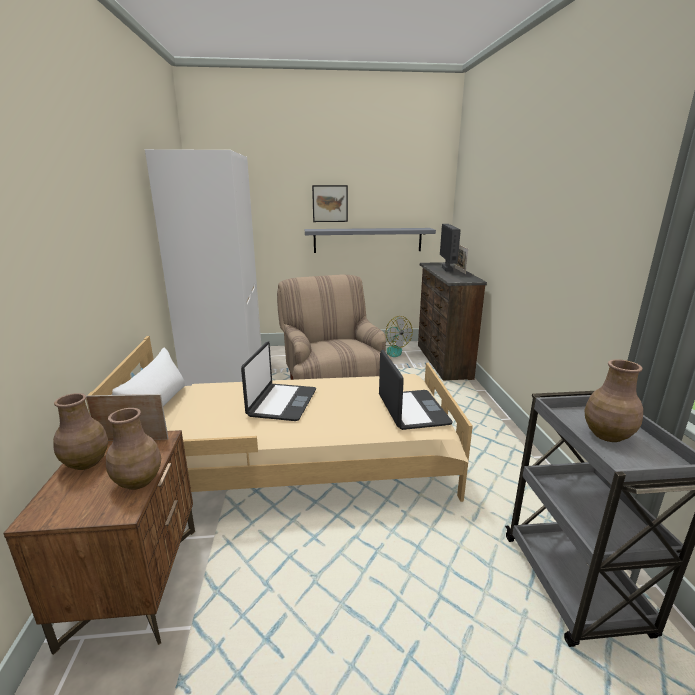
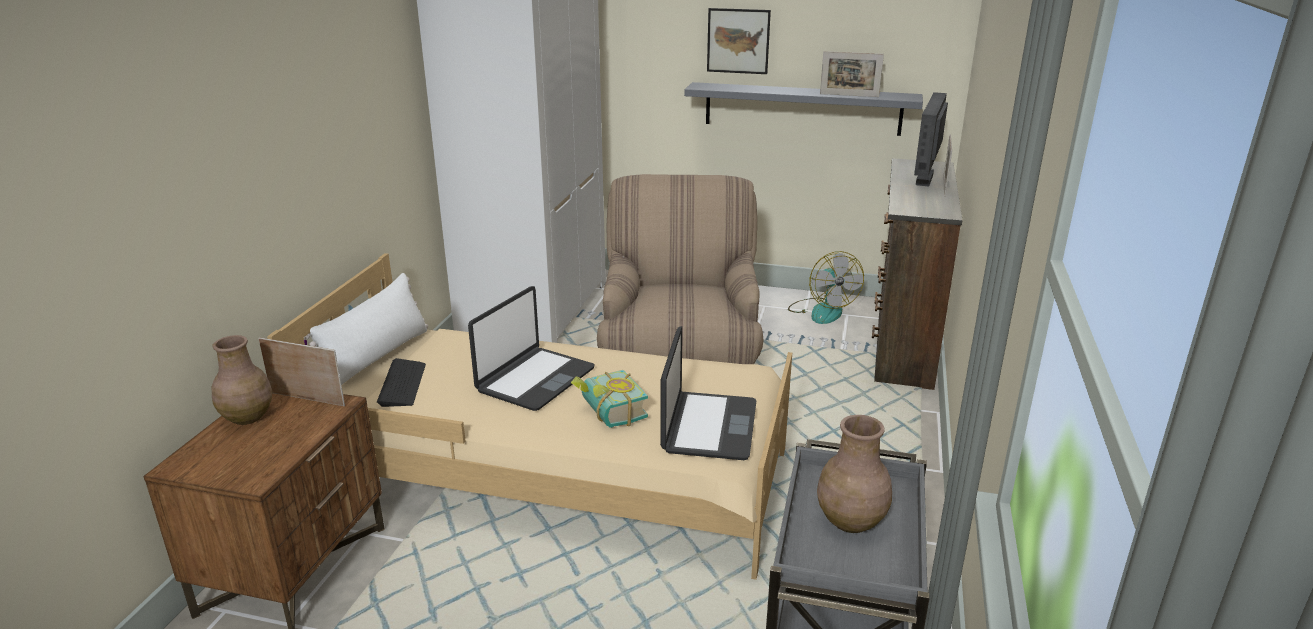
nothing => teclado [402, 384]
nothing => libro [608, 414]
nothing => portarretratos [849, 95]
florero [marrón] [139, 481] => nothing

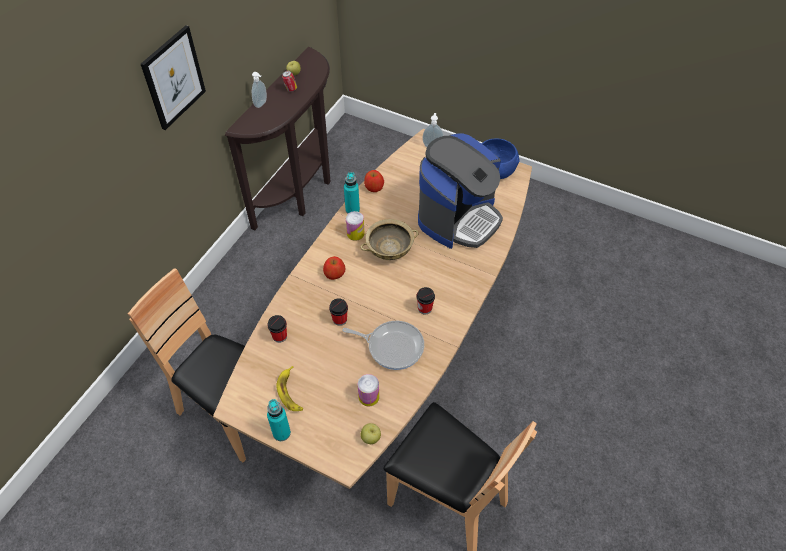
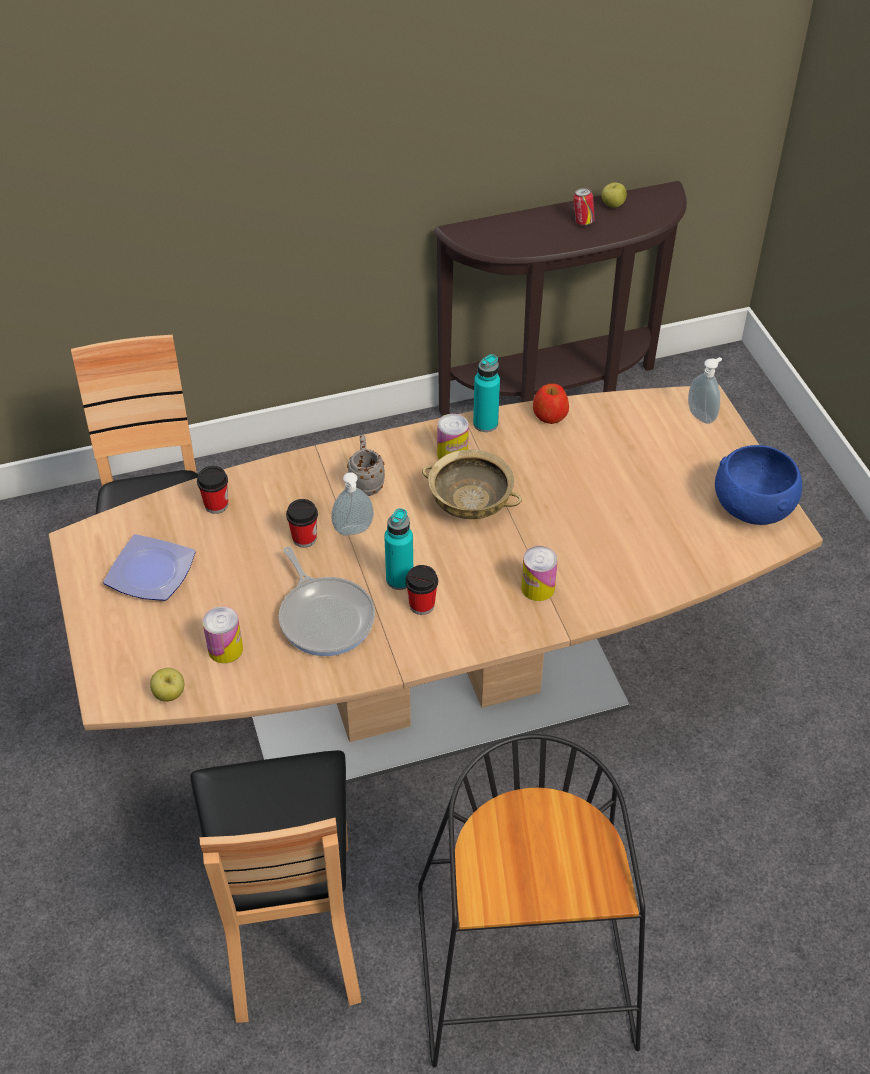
plátano [291, 392] => plato [151, 574]
dispensador de jabón [261, 104] => dispensador de jabón [354, 532], shifted
manzana [334, 273] => taza grande [gris] [366, 482]
botella [turquesa] [281, 433] => botella [turquesa] [399, 579], shifted
nothing => taburete [negro] [527, 975]
nothing => lata [538, 588]
cuadro [173, 78] => nothing
cafetera [458, 218] => nothing

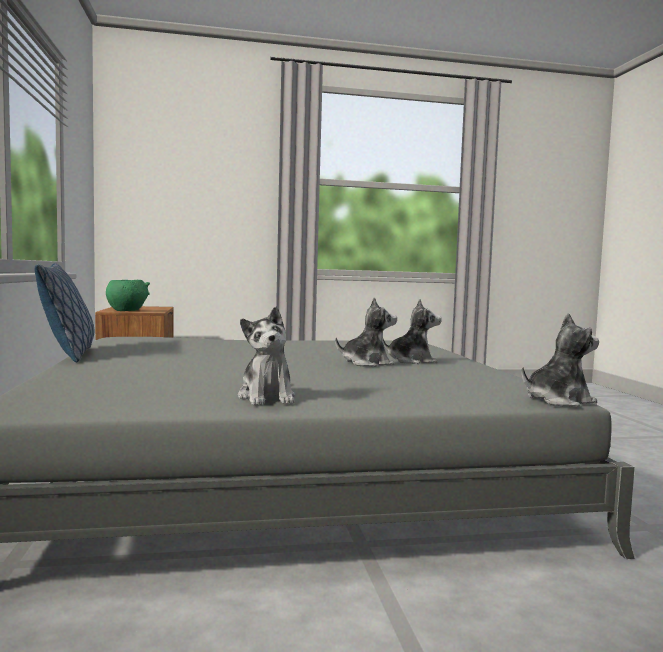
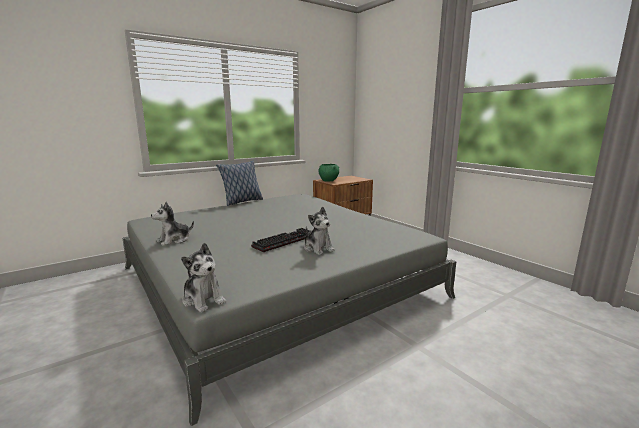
peluche [366, 363] => teclado [284, 240]

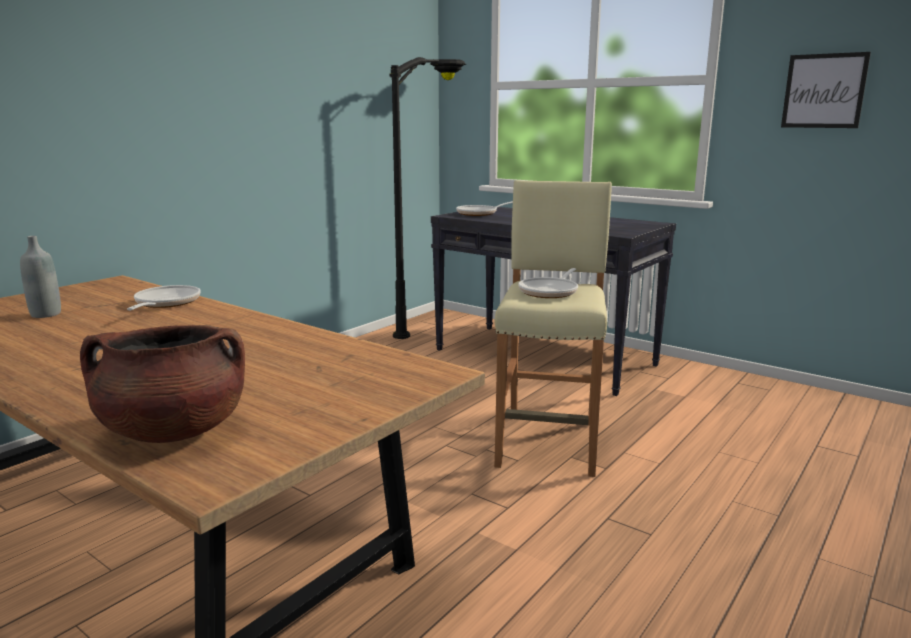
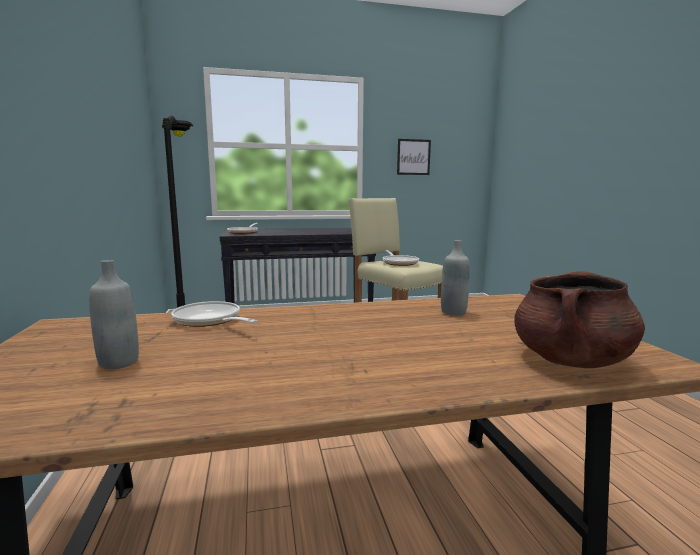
nothing => botella [gris] [453, 312]

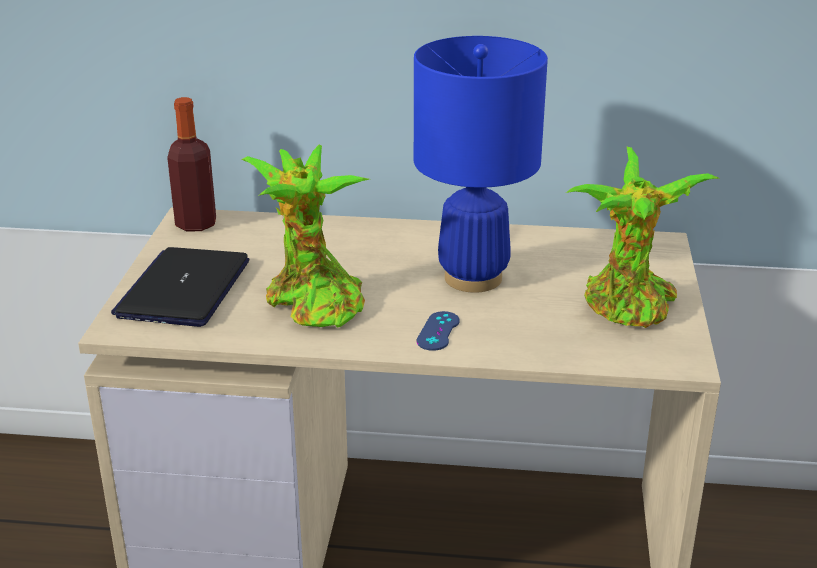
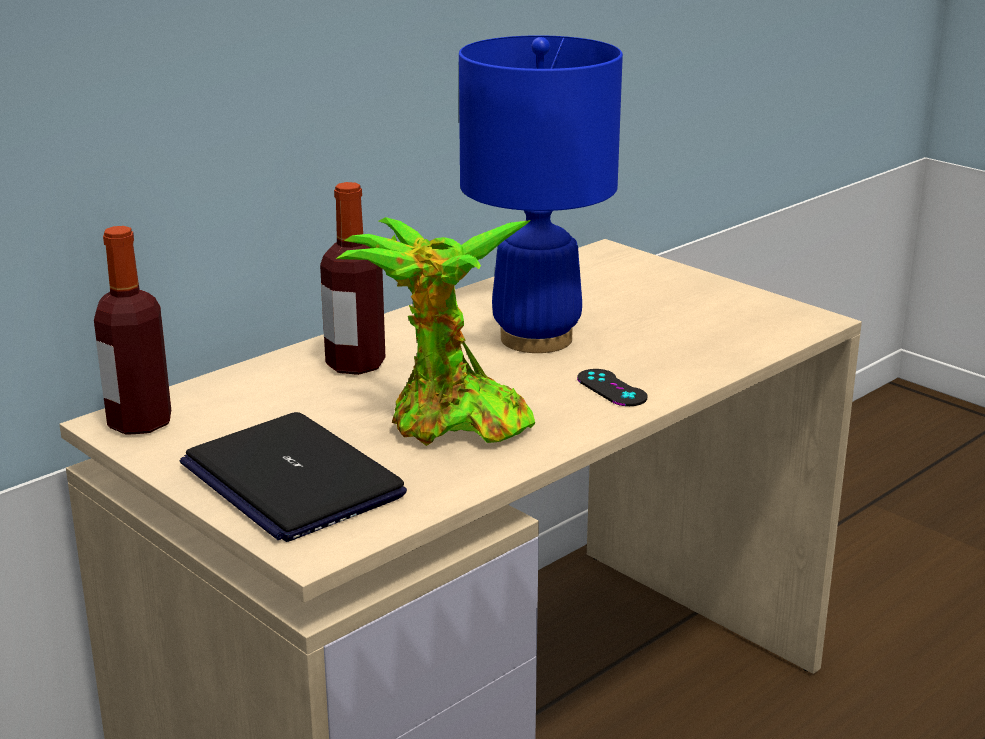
nothing => botella [355, 364]
mando de consola [azul] [438, 331] => mando de consola [negro] [611, 388]
planta en maceta [628, 309] => nothing

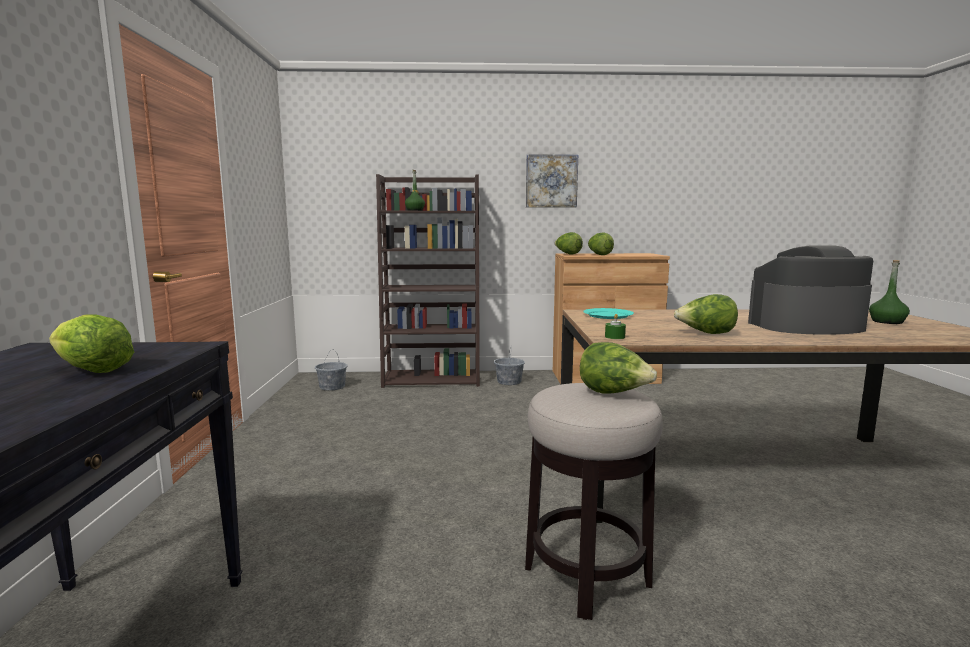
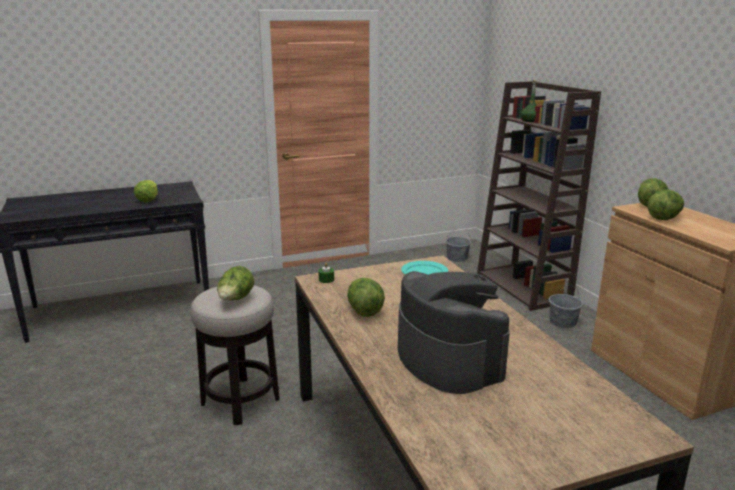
cuadro [551, 181] => nothing
botella [verde] [887, 322] => nothing

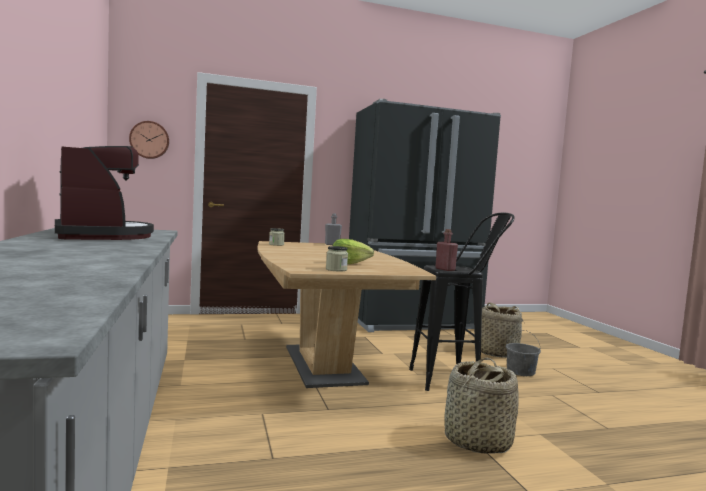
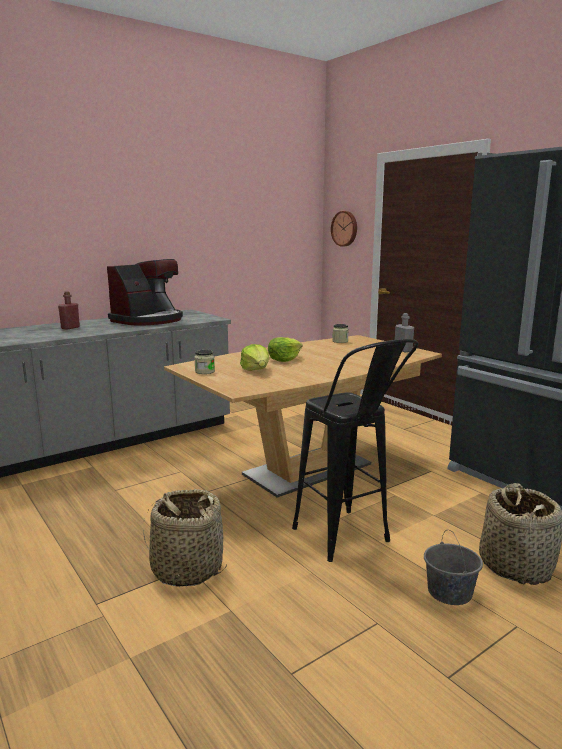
botella [rojo] [445, 269] => botella [rojo] [70, 328], shifted
nothing => lechuga [284, 359]

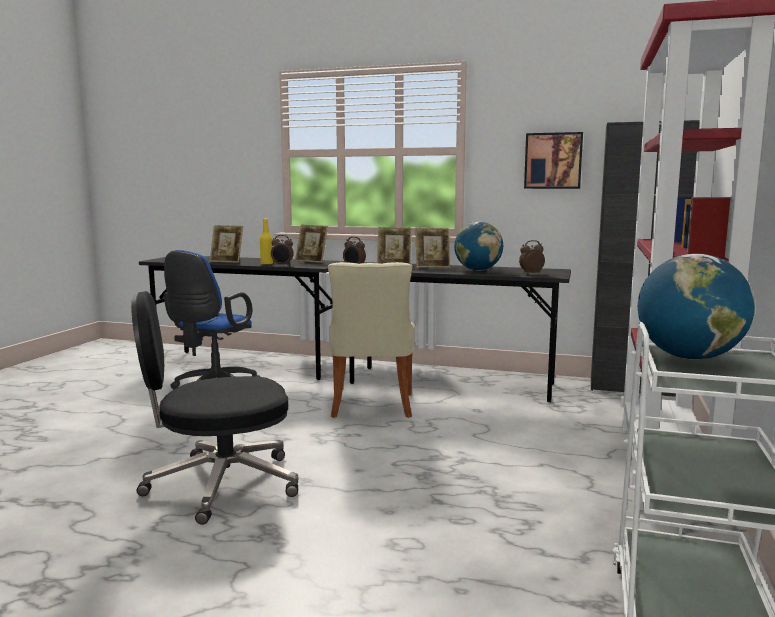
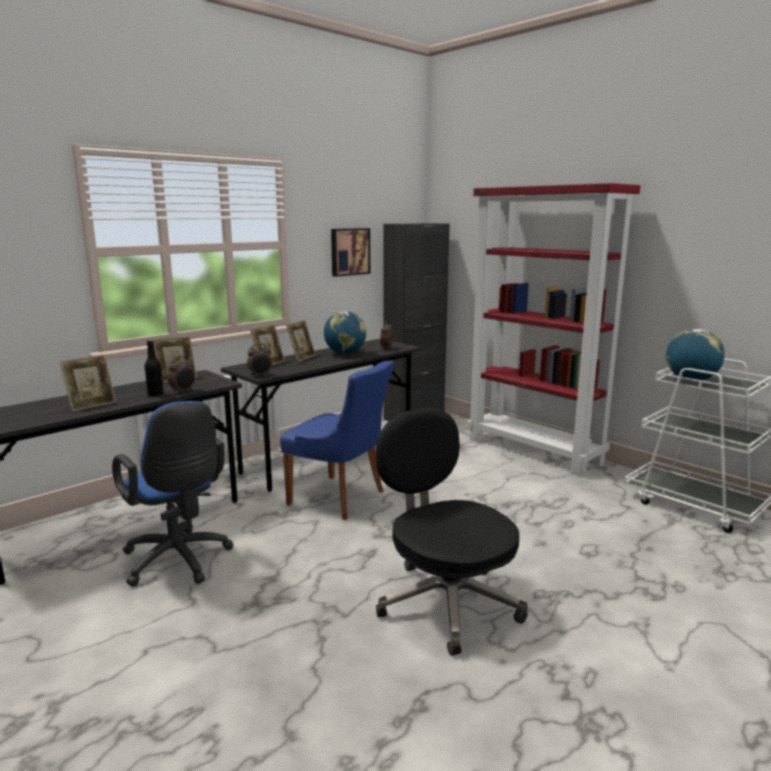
botella [amarillo] [267, 264] => botella [negro] [155, 394]
silla [beis] [371, 406] => silla [azul] [340, 498]
silla de oficina [negro] [219, 485] => silla de oficina [negro] [446, 601], 135 degrees clockwise

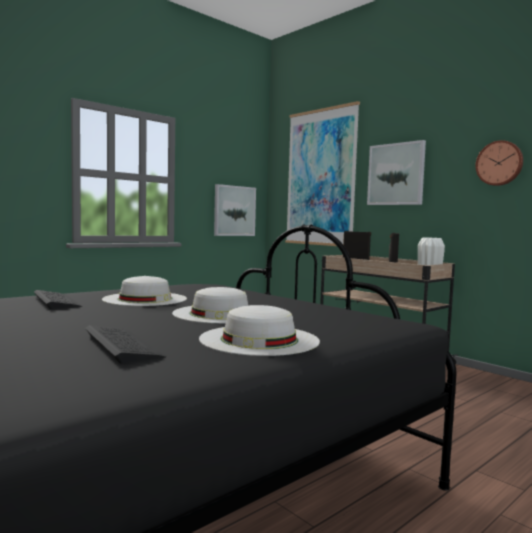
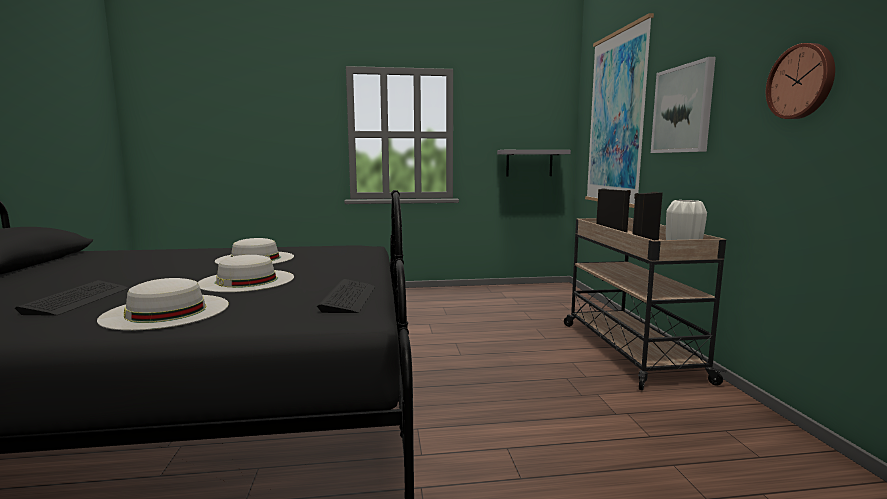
teclado [57, 301] => teclado [348, 298], shifted
cuadro [234, 211] => estante [gris] [529, 163]

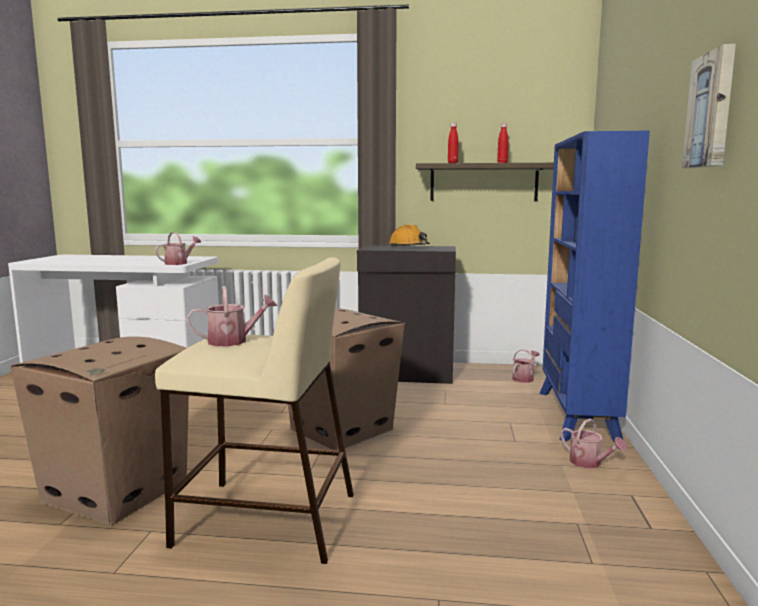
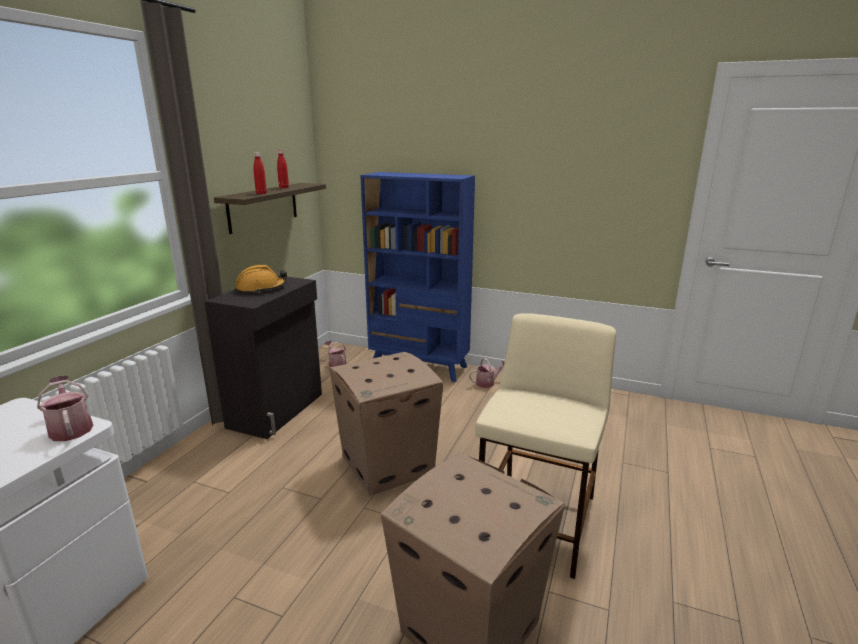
regadera [233, 341] => nothing
cuadro [712, 110] => nothing

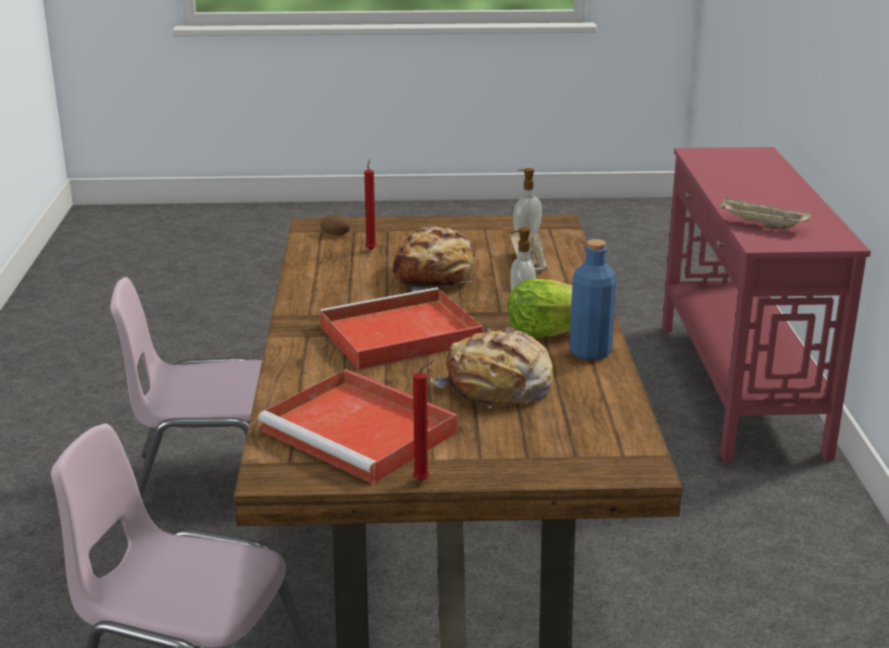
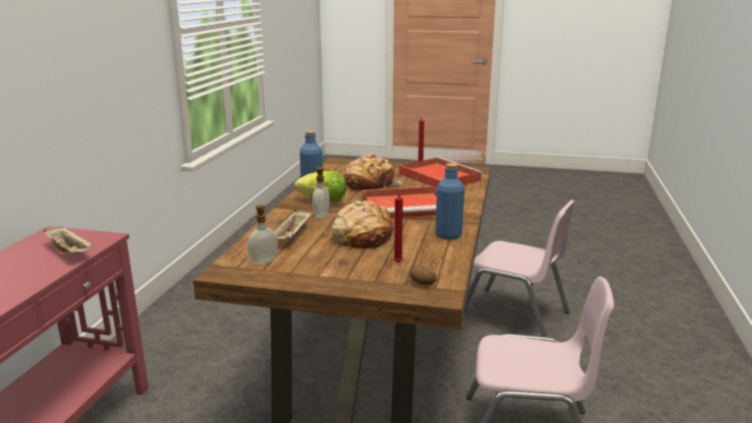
nothing => botella [azul] [448, 235]

